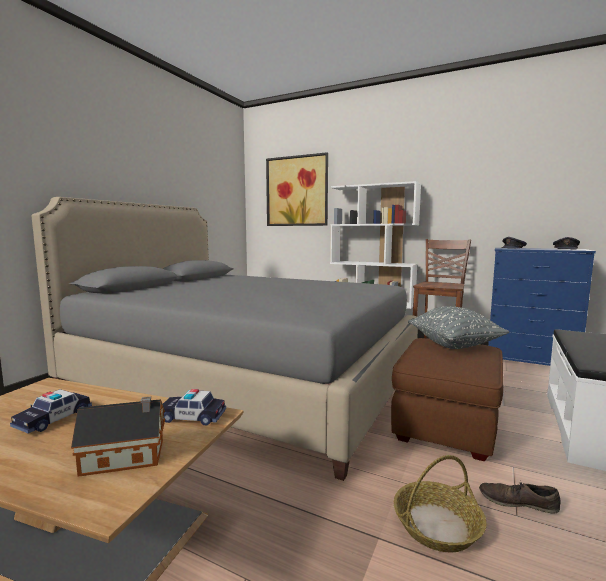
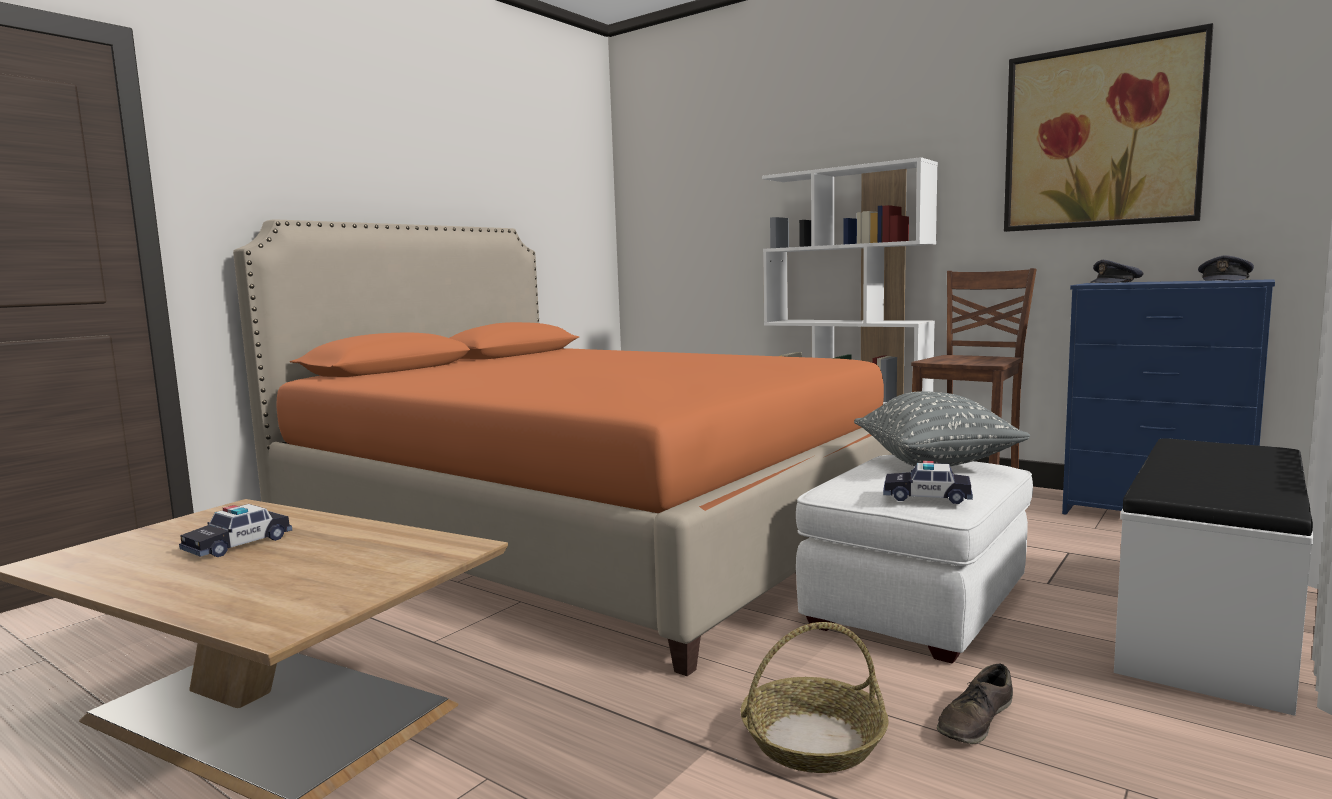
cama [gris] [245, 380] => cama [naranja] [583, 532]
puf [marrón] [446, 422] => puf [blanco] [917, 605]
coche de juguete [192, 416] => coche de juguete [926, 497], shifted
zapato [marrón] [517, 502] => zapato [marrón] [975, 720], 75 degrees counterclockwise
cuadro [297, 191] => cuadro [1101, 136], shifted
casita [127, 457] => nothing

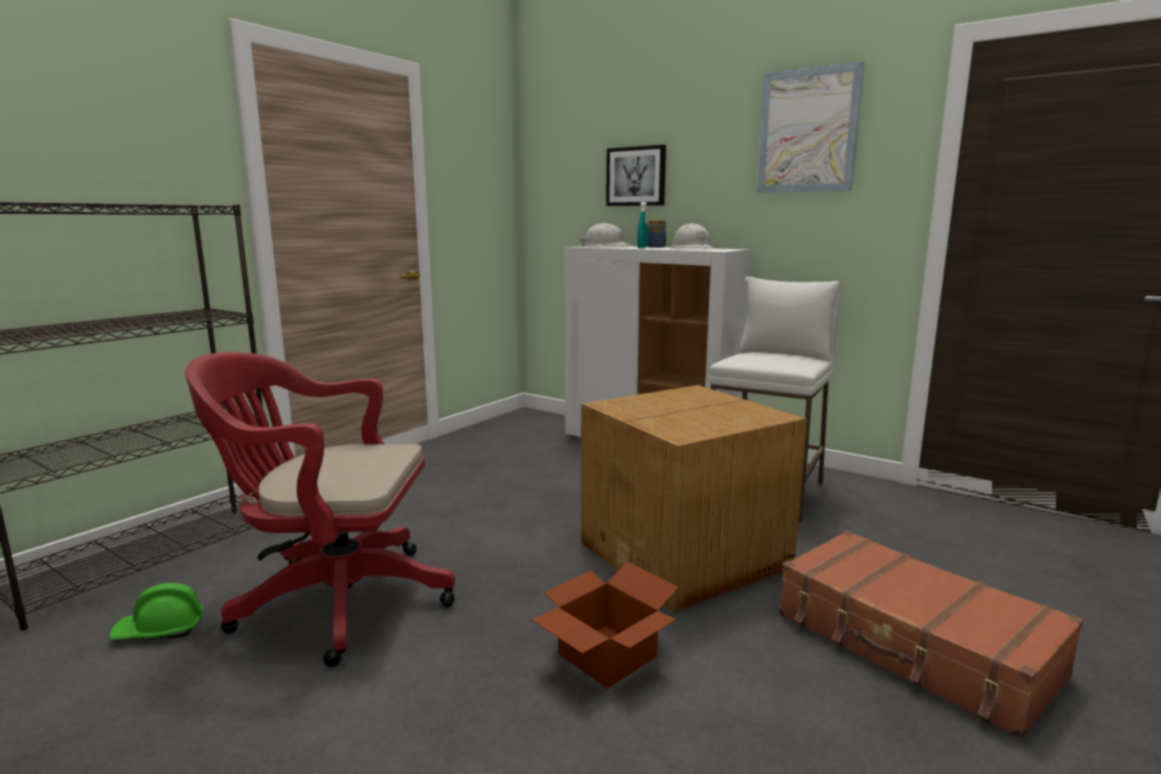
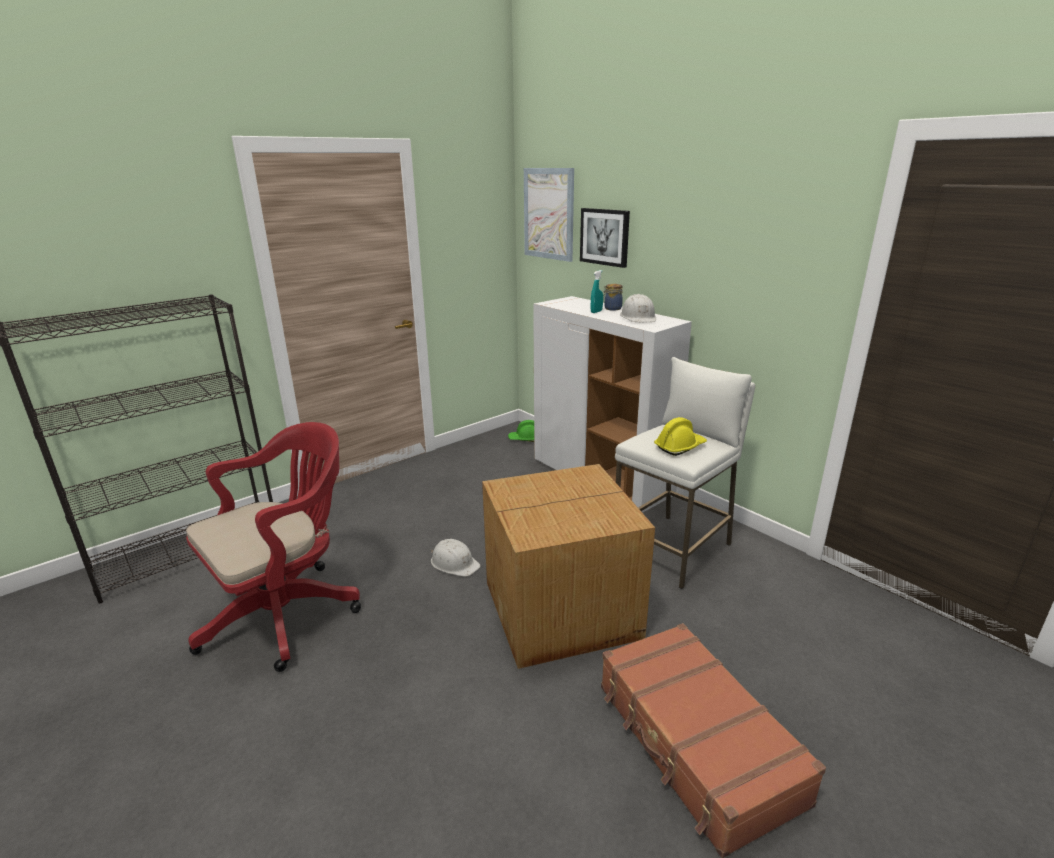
silla de oficina [rojo] [333, 600] => silla de oficina [rojo] [288, 611], 120 degrees clockwise
casco [blanco] [606, 246] => casco [blanco] [454, 563], shifted
casco [verde] [160, 630] => casco [verde] [525, 439], shifted
cuadro [807, 131] => cuadro [548, 214], shifted
nothing => casco [amarillo] [680, 447]
caja de cartón [604, 656] => nothing

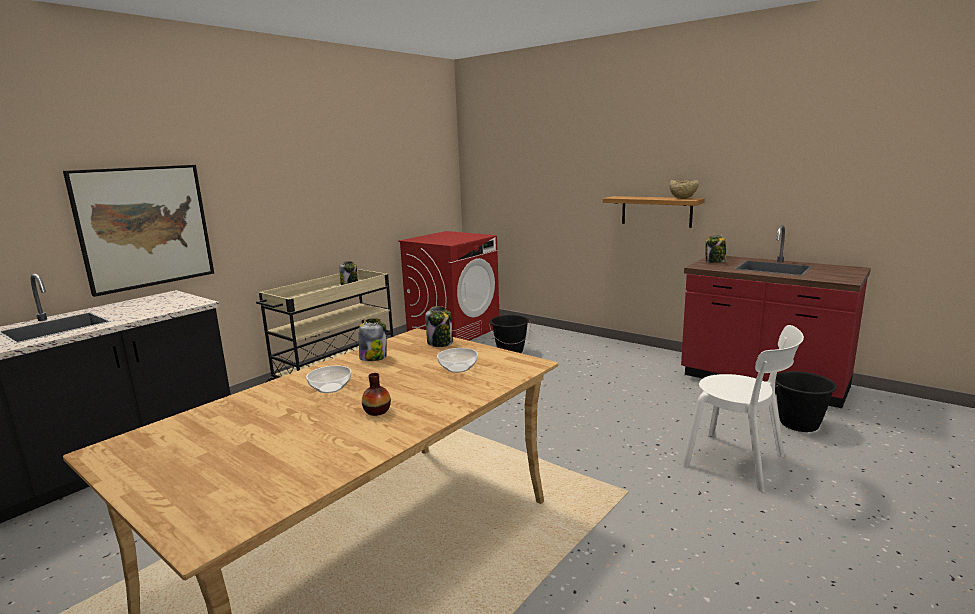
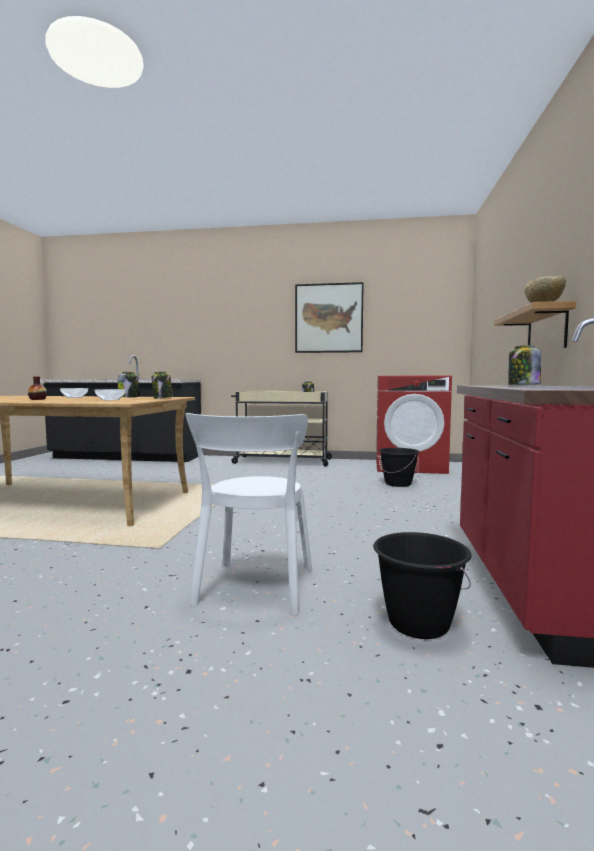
cuadro [145, 227] => cuadro [329, 318], shifted

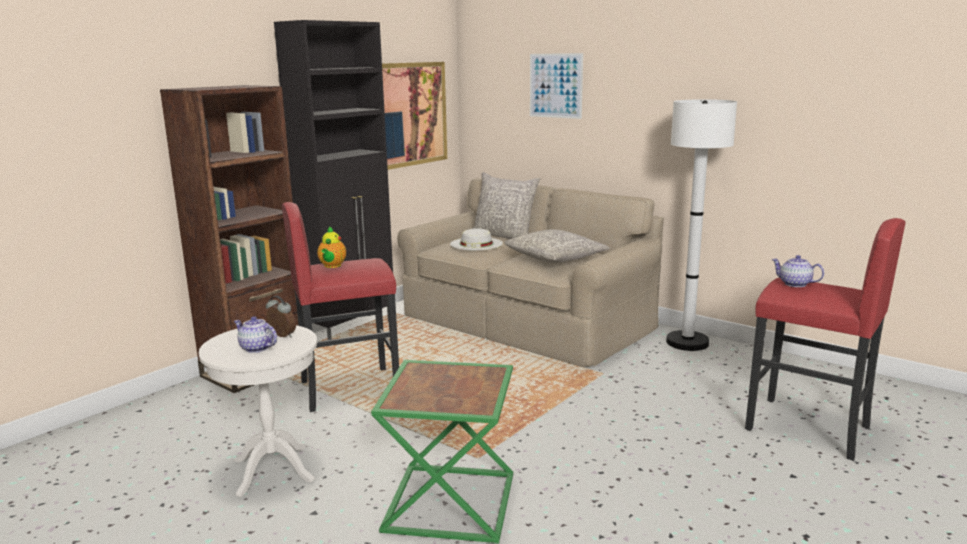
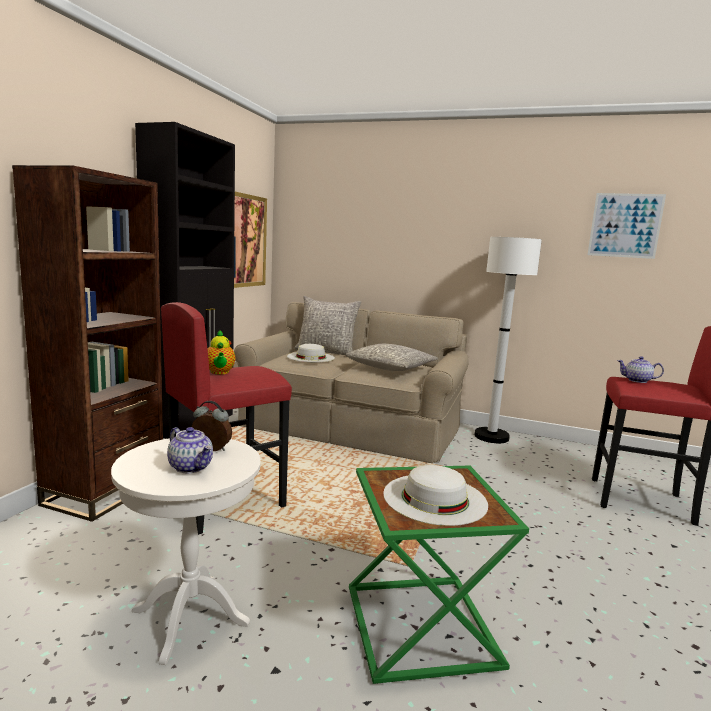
tetera [256, 348] => tetera [191, 467], 150 degrees counterclockwise
nothing => sombrero [blanco] [435, 498]
cuadro [555, 85] => cuadro [625, 225], shifted

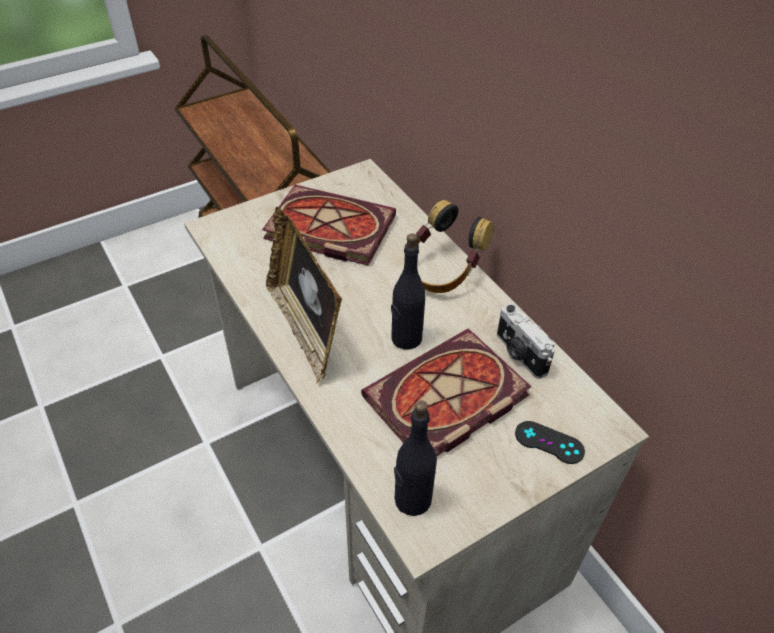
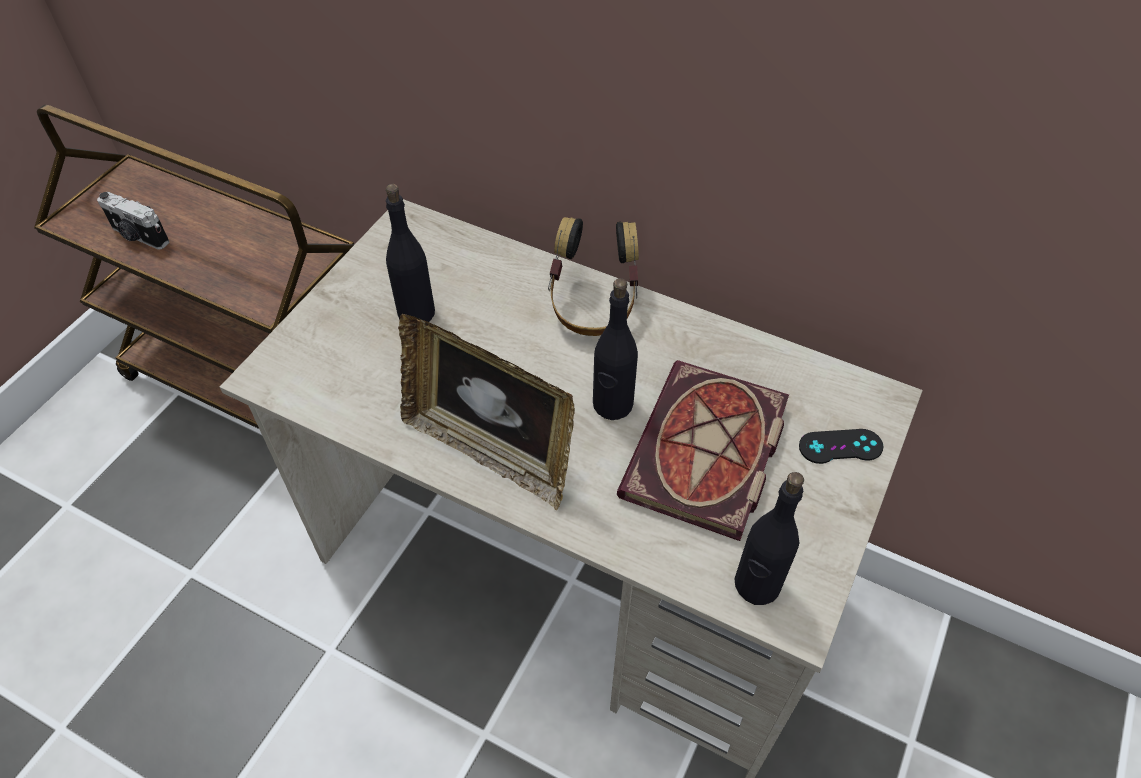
cámara [519, 354] => cámara [139, 236], shifted
libro [326, 229] => botella [negro] [416, 312]

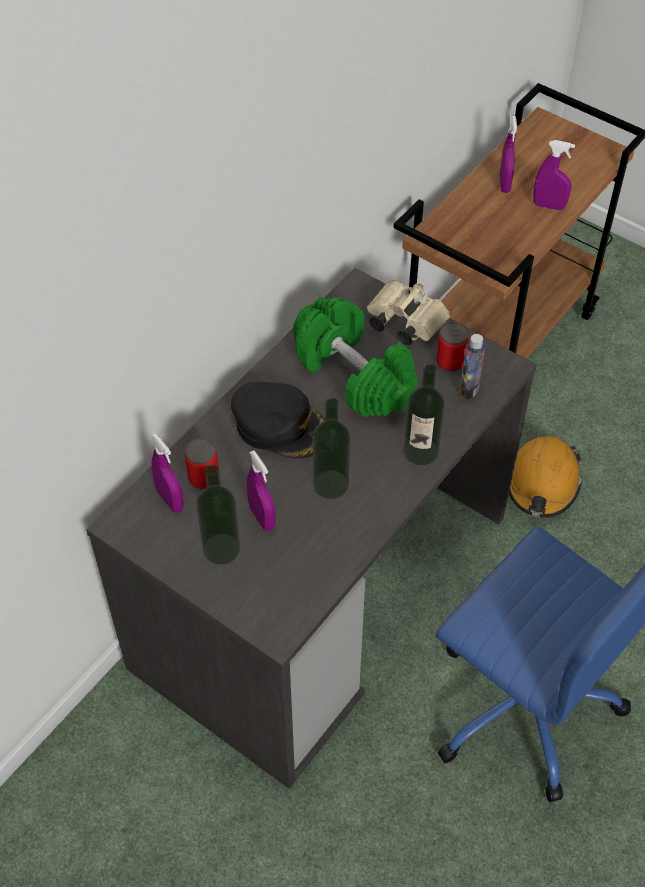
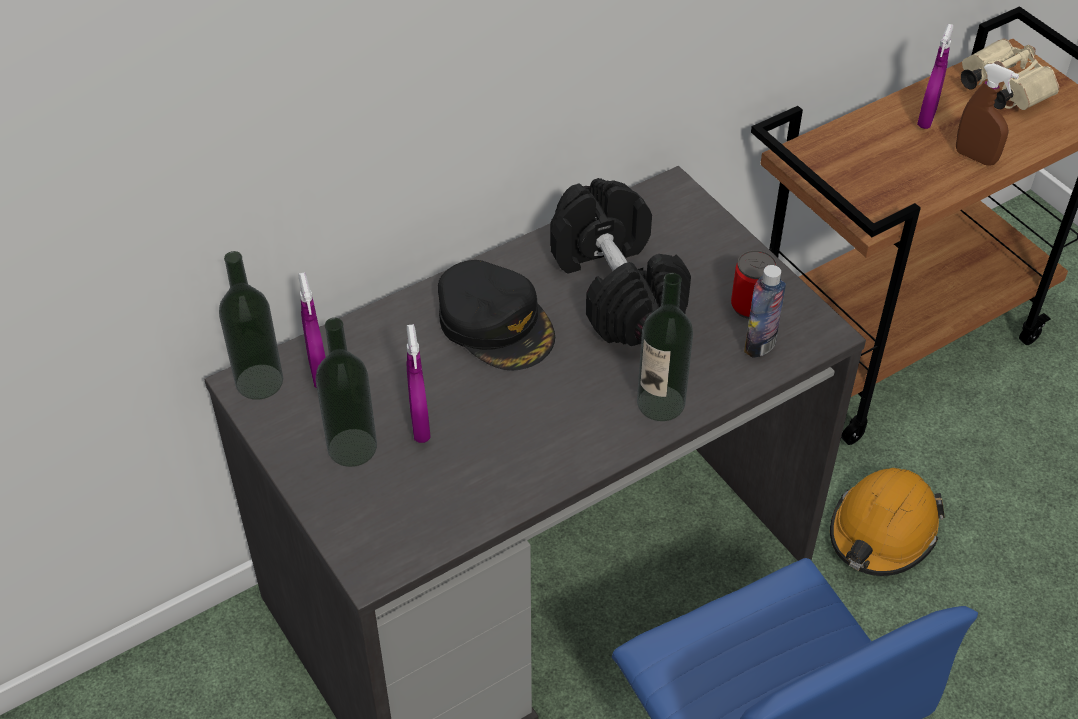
botella [330, 484] => botella [259, 381], shifted
mancuerna [verde] [355, 375] => mancuerna [negro] [618, 289]
pulverizador [morado] [548, 206] => pulverizador [marrón] [975, 157]
prismáticos [beis] [403, 322] => prismáticos [beis] [1000, 89], shifted
lata [204, 478] => nothing

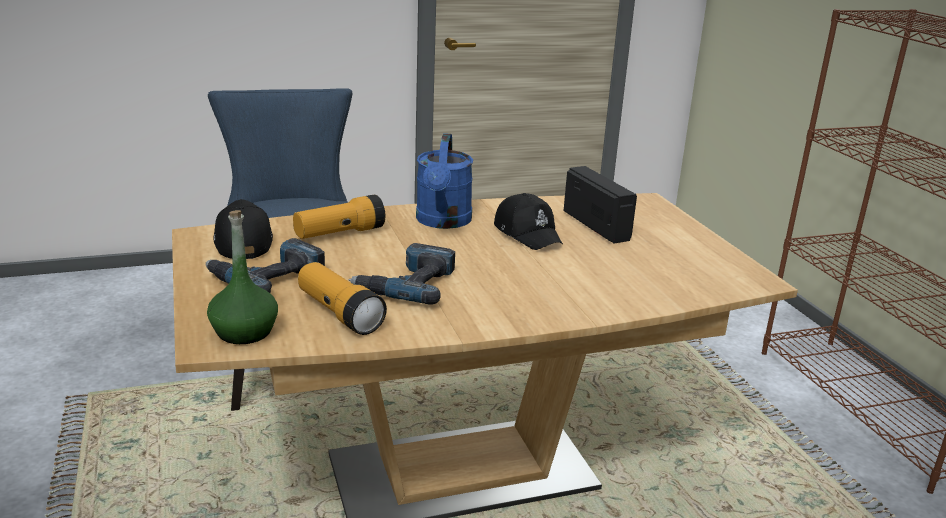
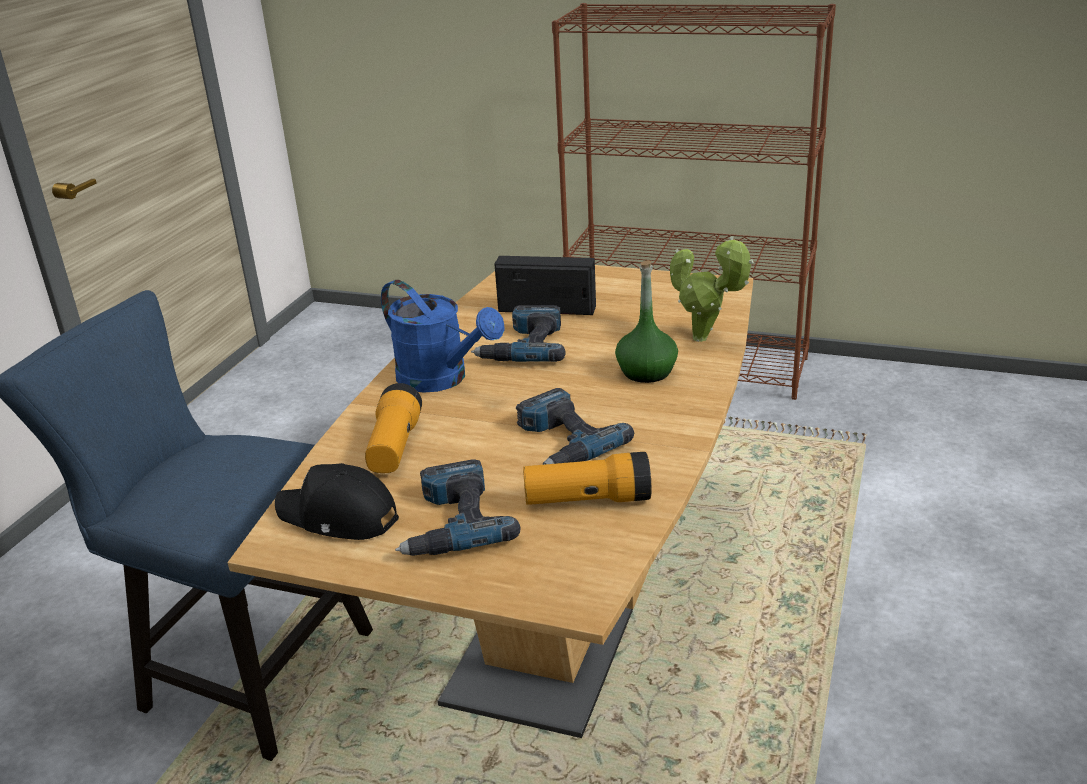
gorra [negro] [528, 233] => taladro [524, 346]
botella [verde] [244, 332] => botella [verde] [646, 372], shifted
nothing => planta en maceta [705, 339]

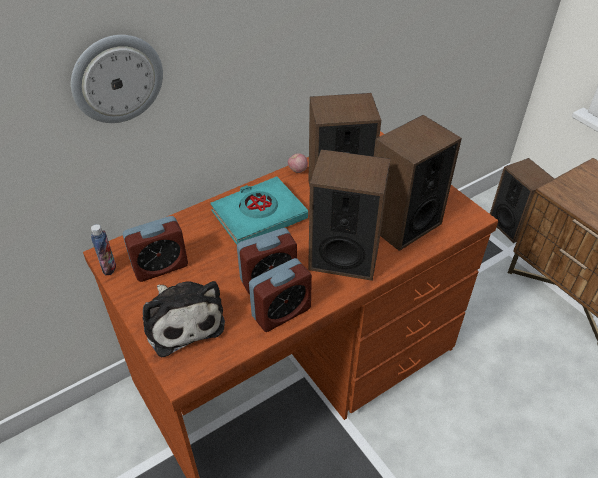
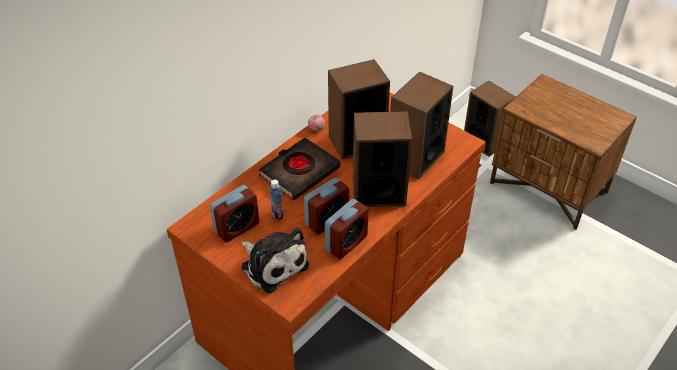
libro [turquesa] [259, 215] => libro [negro] [299, 172]
botella [109, 267] => botella [277, 214], shifted
reloj de pared [117, 79] => nothing

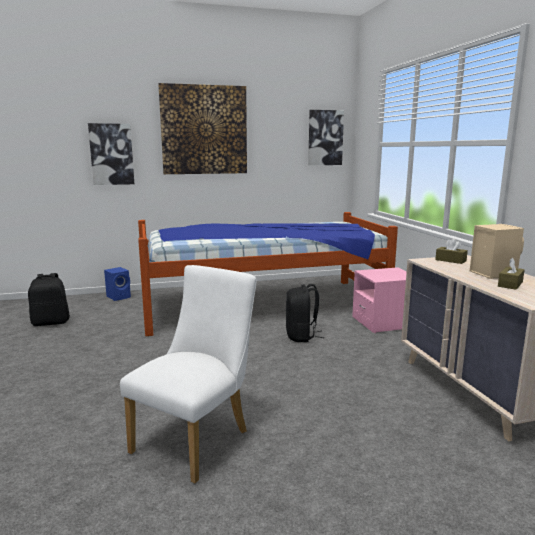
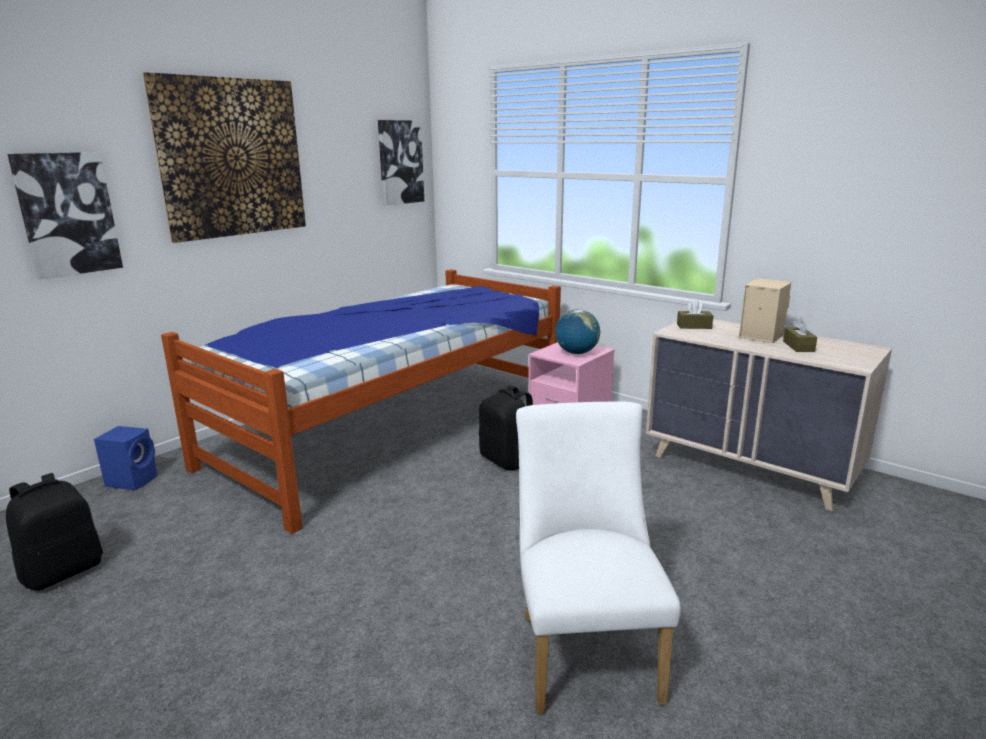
nothing => globo terráqueo [576, 353]

